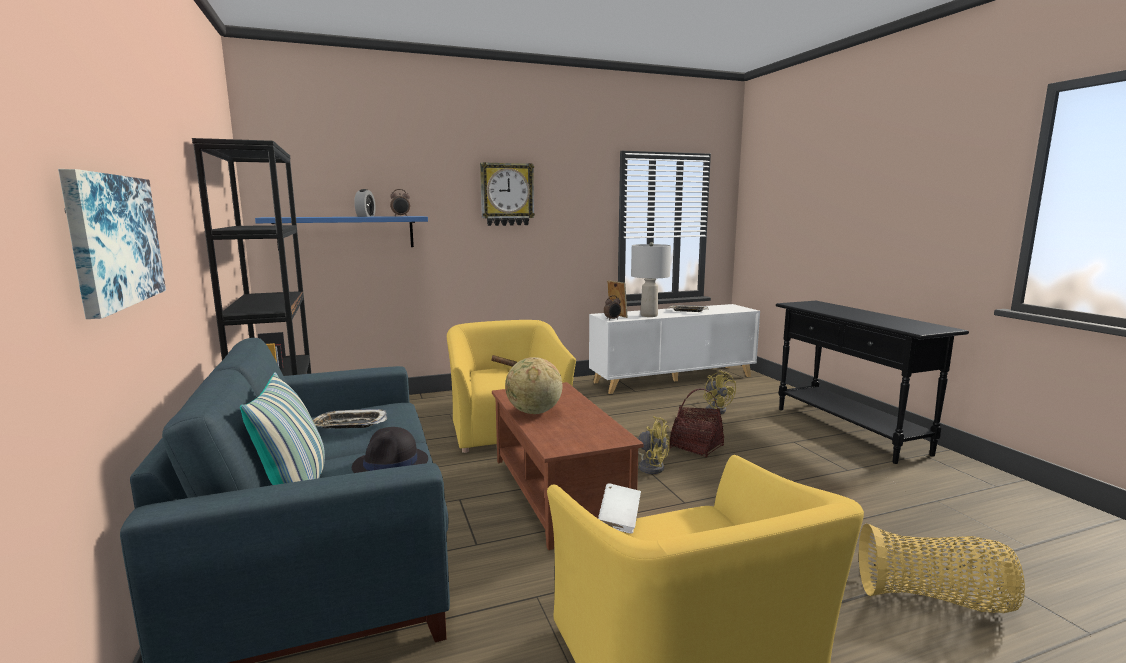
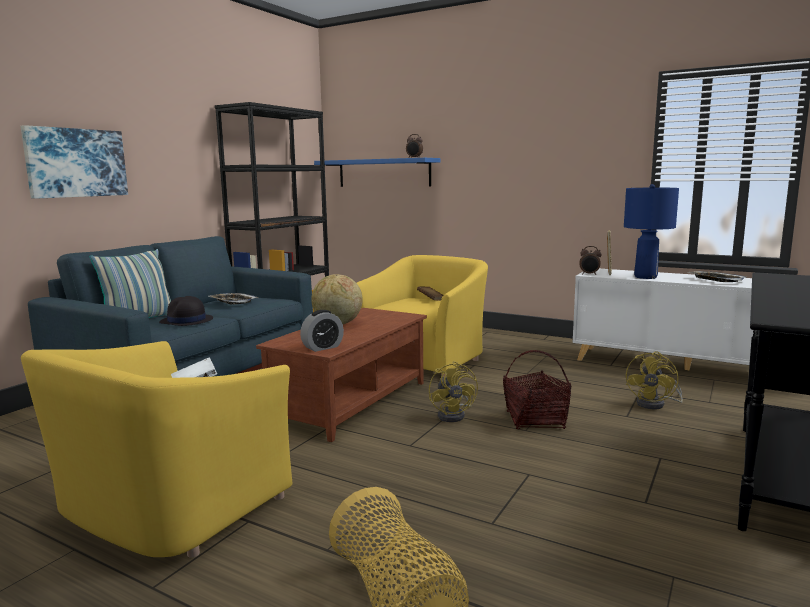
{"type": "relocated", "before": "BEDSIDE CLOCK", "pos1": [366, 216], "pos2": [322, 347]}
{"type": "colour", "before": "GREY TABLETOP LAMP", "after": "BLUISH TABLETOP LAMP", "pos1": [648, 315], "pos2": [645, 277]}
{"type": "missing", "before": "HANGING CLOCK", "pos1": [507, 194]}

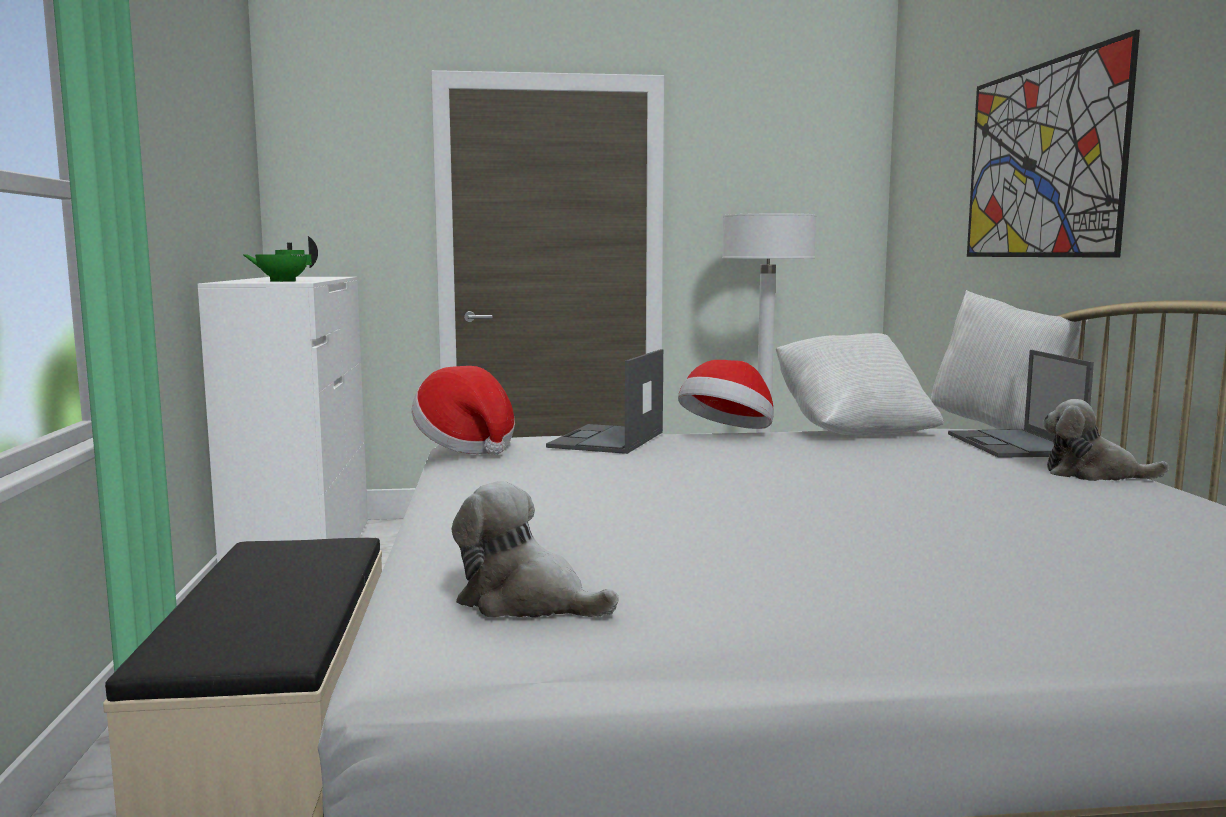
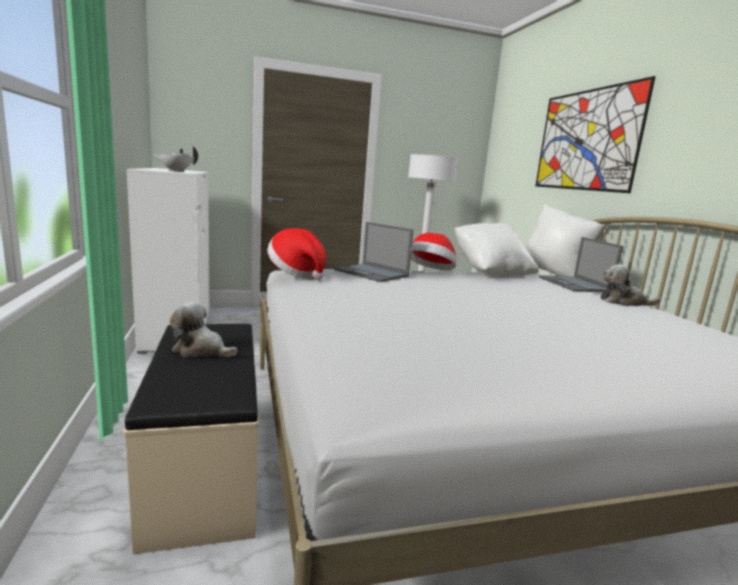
{"type": "colour", "before": "GREENISH TEA POT", "after": "WHITE-COLOURED TEA POT", "pos1": [283, 281], "pos2": [176, 171]}
{"type": "relocated", "before": "PLUSH TOY", "pos1": [526, 602], "pos2": [201, 350]}
{"type": "spun", "before": "NOTEBOOK COMPUTER", "pos1": [607, 440], "pos2": [372, 273], "turn": -60}

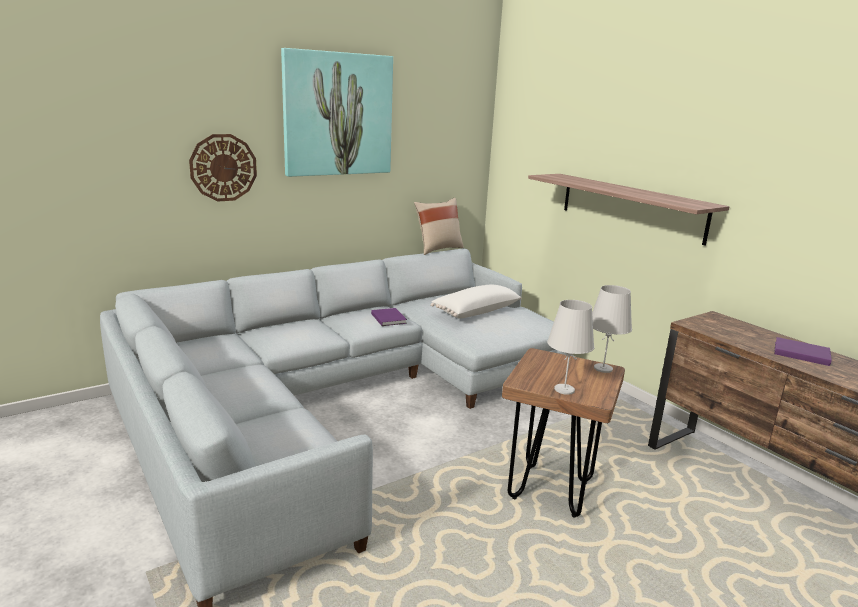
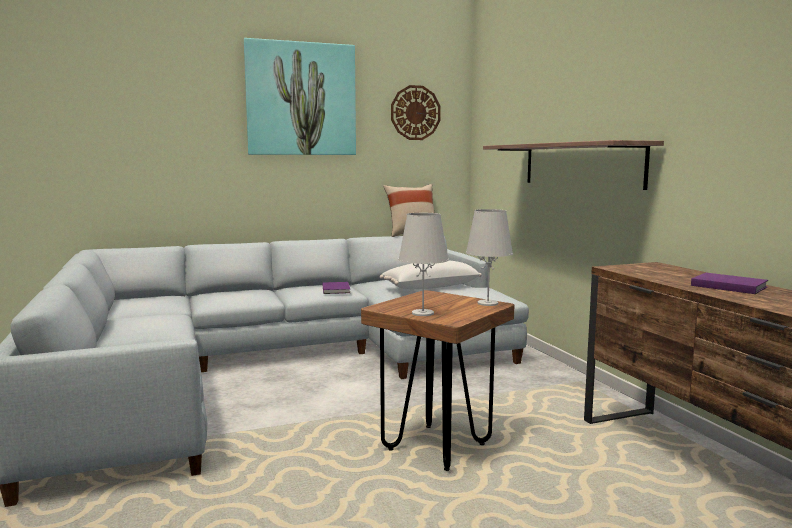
{"type": "relocated", "before": "HANGING CLOCK", "pos1": [223, 167], "pos2": [415, 113]}

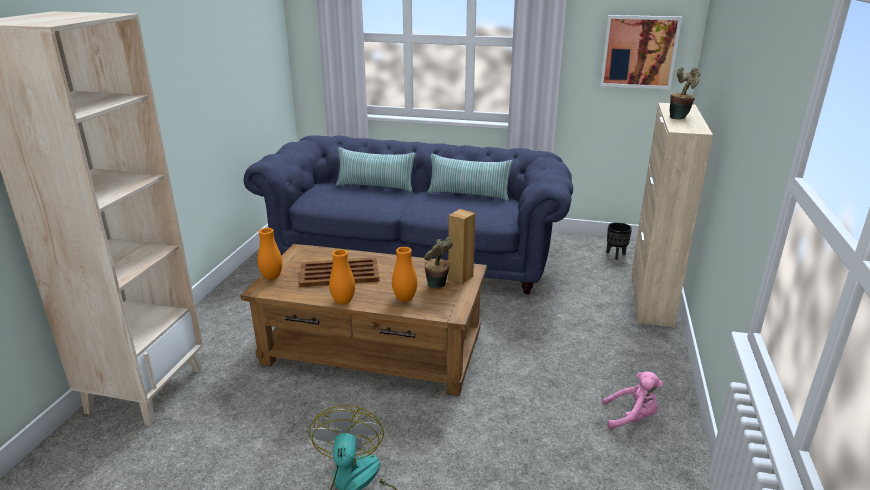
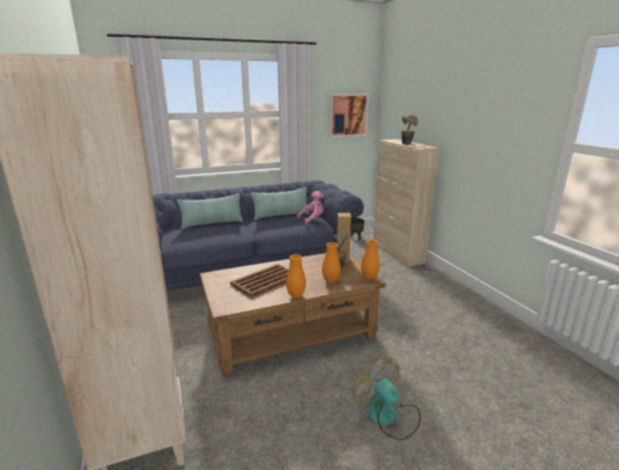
{"type": "relocated", "before": "PINK PLUSH TOY", "pos1": [631, 417], "pos2": [312, 219]}
{"type": "relocated", "before": "ORANGE-COLOURED FLOWER VASE", "pos1": [272, 277], "pos2": [369, 278]}

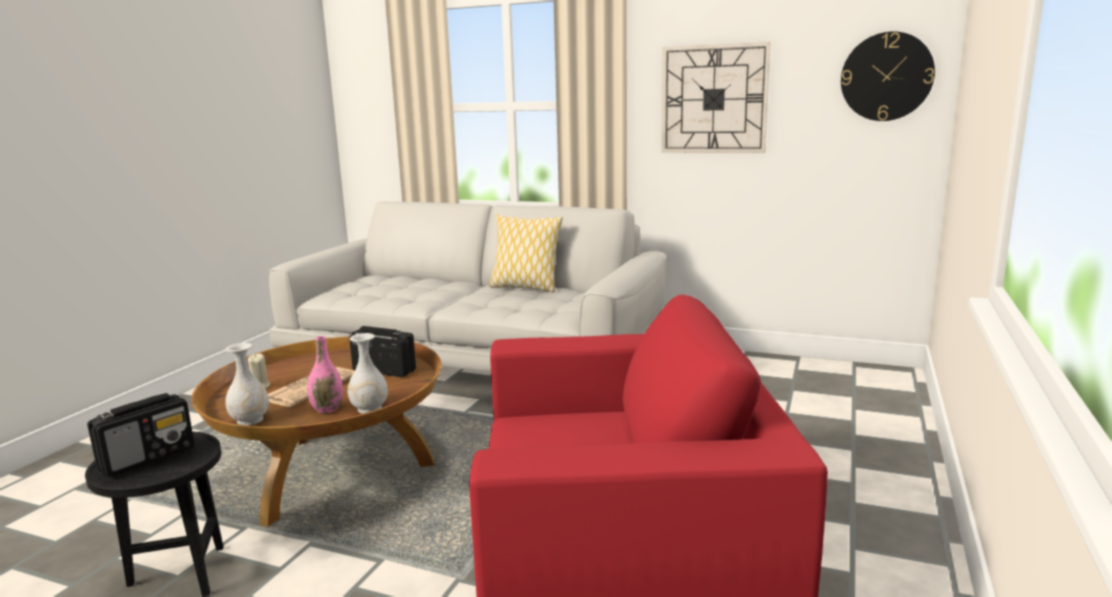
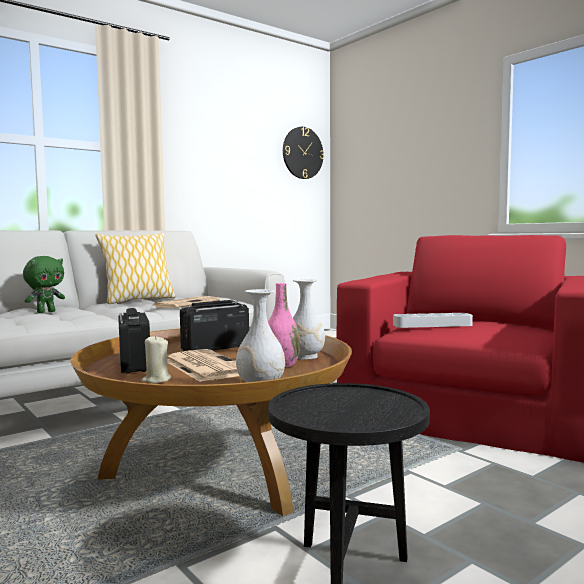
{"type": "appeared", "after": "GREENISH PLUSH TOY", "pos2": [46, 312]}
{"type": "relocated", "before": "RADIO SET", "pos1": [148, 458], "pos2": [134, 364]}
{"type": "appeared", "after": "NEWSPAPER", "pos2": [187, 303]}
{"type": "appeared", "after": "GREY TRAY", "pos2": [432, 325]}
{"type": "missing", "before": "HANGING CLOCK", "pos1": [714, 99]}

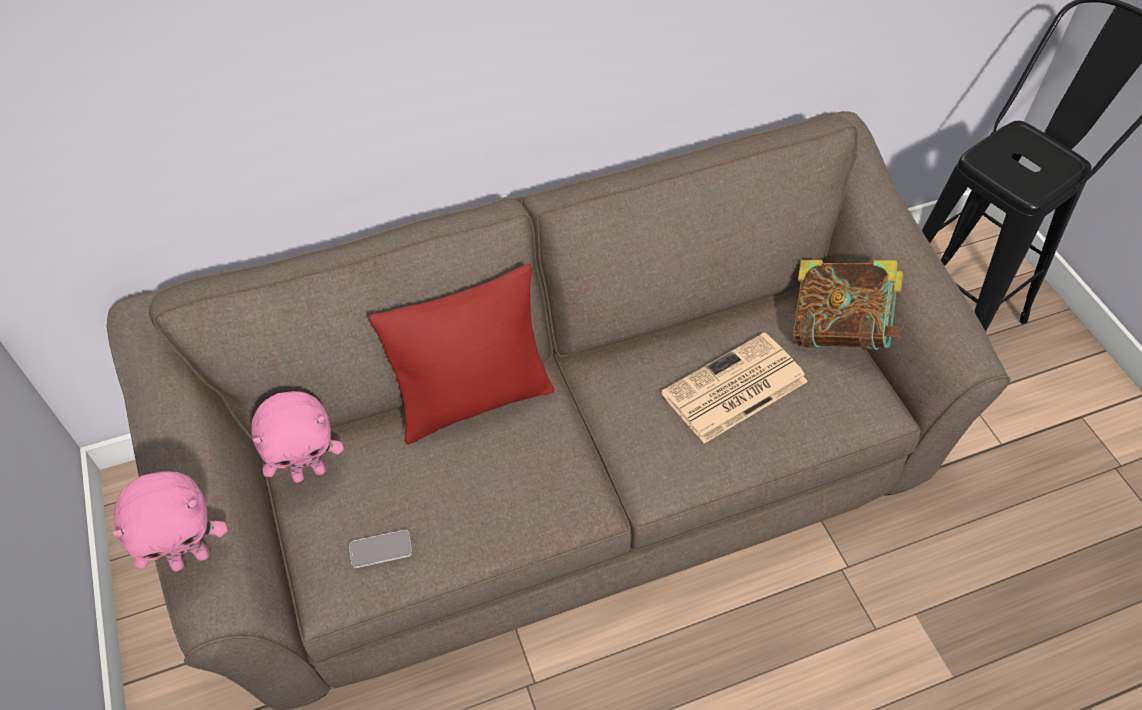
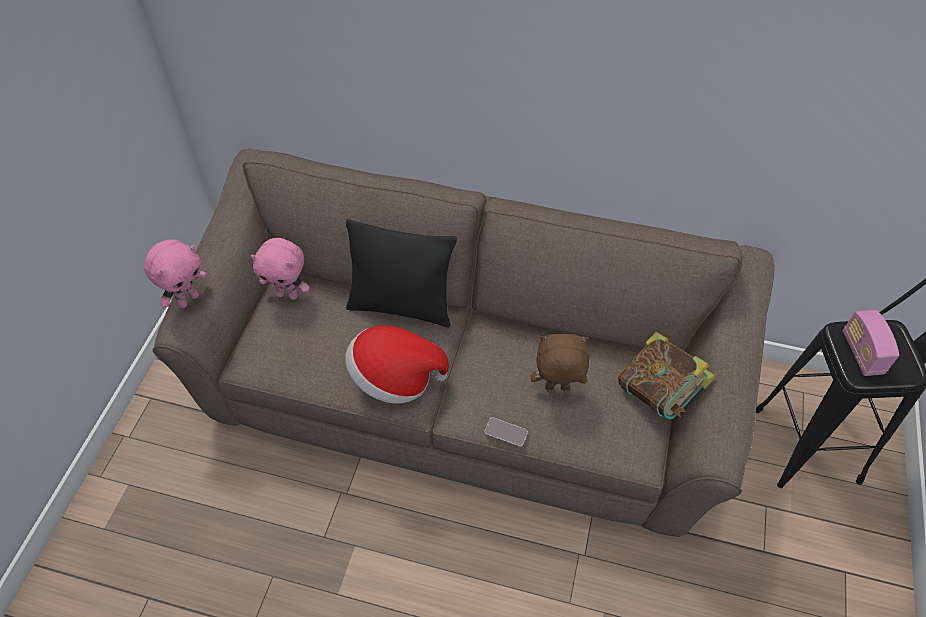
{"type": "spun", "before": "PINK PLUSH TOY", "pos1": [191, 557], "pos2": [188, 299], "turn": -60}
{"type": "appeared", "after": "CLOTHING HAT", "pos2": [395, 378]}
{"type": "colour", "before": "RED-COLOURED CUSHION", "after": "BLACK CUSHION", "pos1": [474, 401], "pos2": [401, 306]}
{"type": "relocated", "before": "PHONE", "pos1": [381, 549], "pos2": [506, 432]}
{"type": "exchanged", "before": "NEWSPAPER", "after": "BROWNISH PLUSH TOY", "pos1": [733, 389], "pos2": [556, 388]}
{"type": "appeared", "after": "RADIO SET", "pos2": [861, 353]}

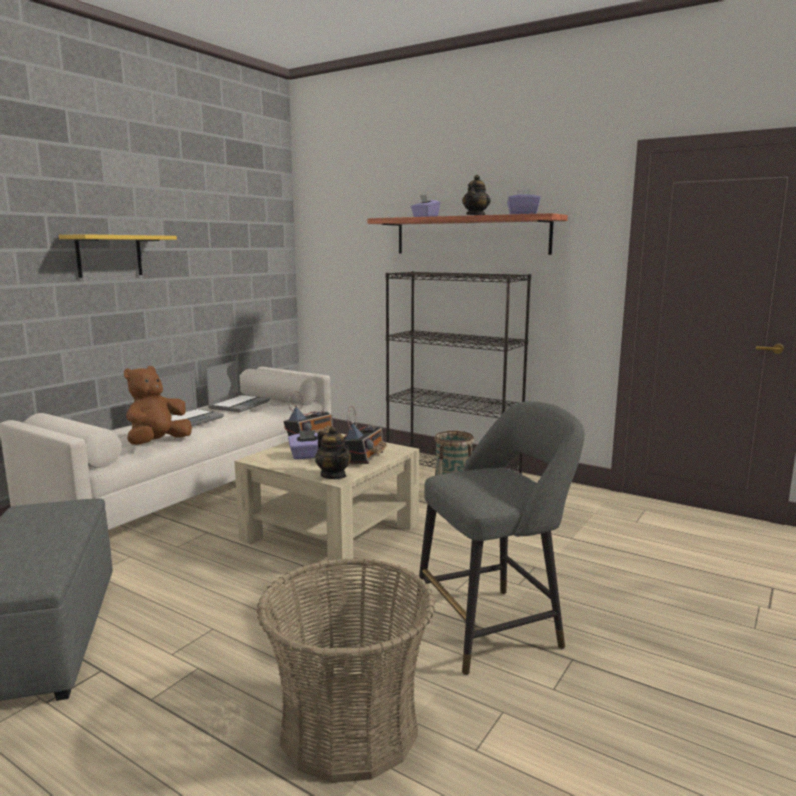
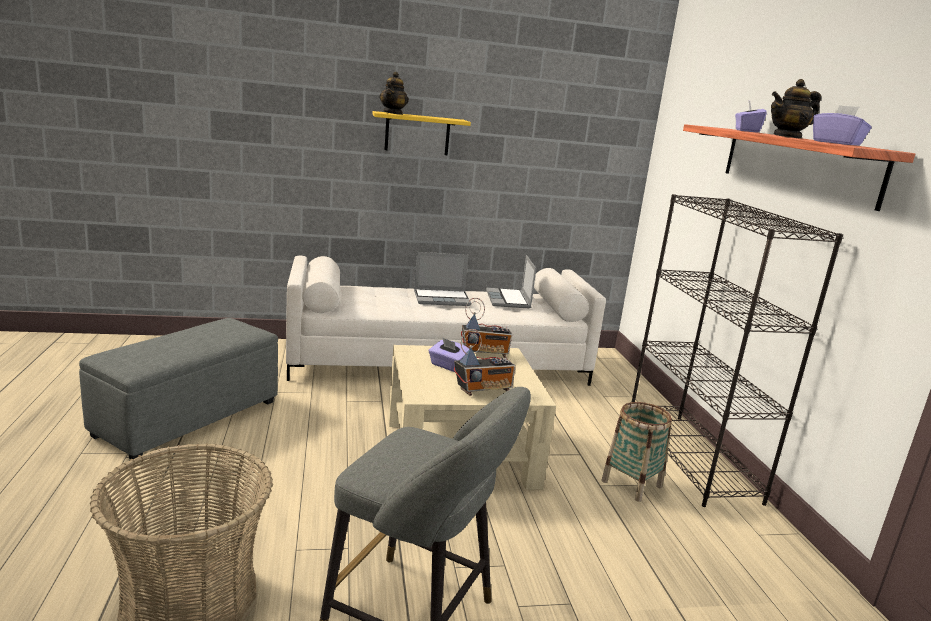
{"type": "relocated", "before": "TEA POT", "pos1": [333, 475], "pos2": [393, 113]}
{"type": "spun", "before": "NOTEBOOK COMPUTER", "pos1": [239, 405], "pos2": [509, 300], "turn": 105}
{"type": "missing", "before": "BROWNISH PLUSH TOY", "pos1": [157, 443]}

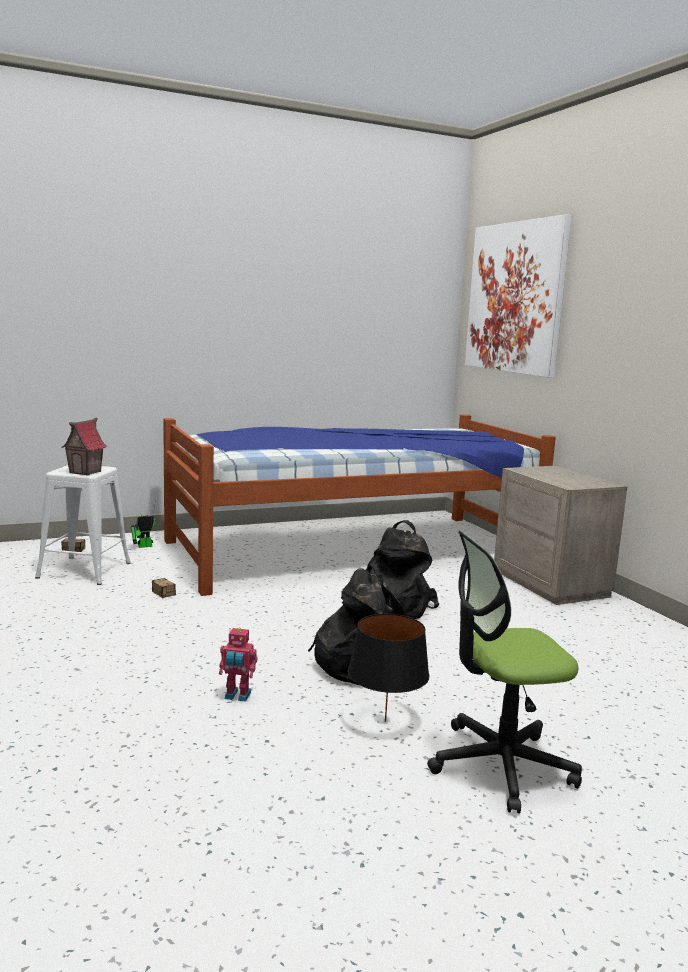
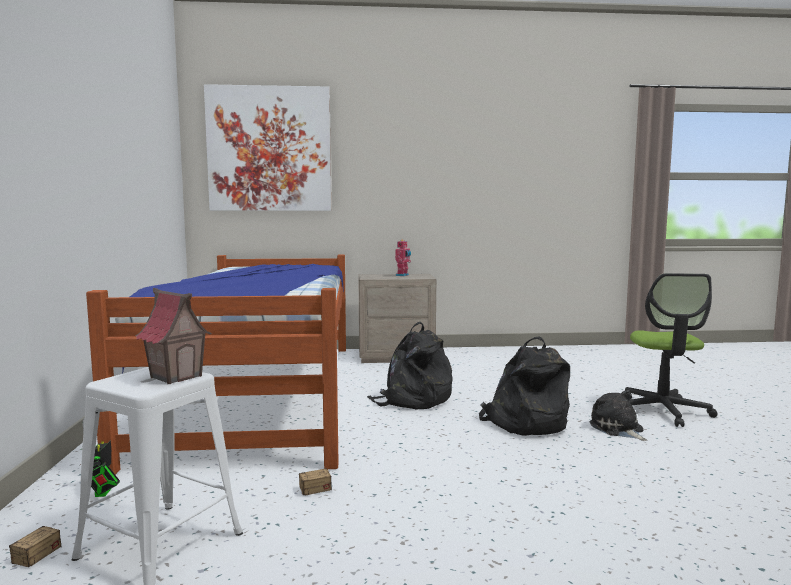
{"type": "relocated", "before": "TOY ROBOT", "pos1": [237, 696], "pos2": [403, 275]}
{"type": "exchanged", "before": "BLACK TABLETOP LAMP", "after": "PLUSH TOY", "pos1": [385, 721], "pos2": [618, 429]}

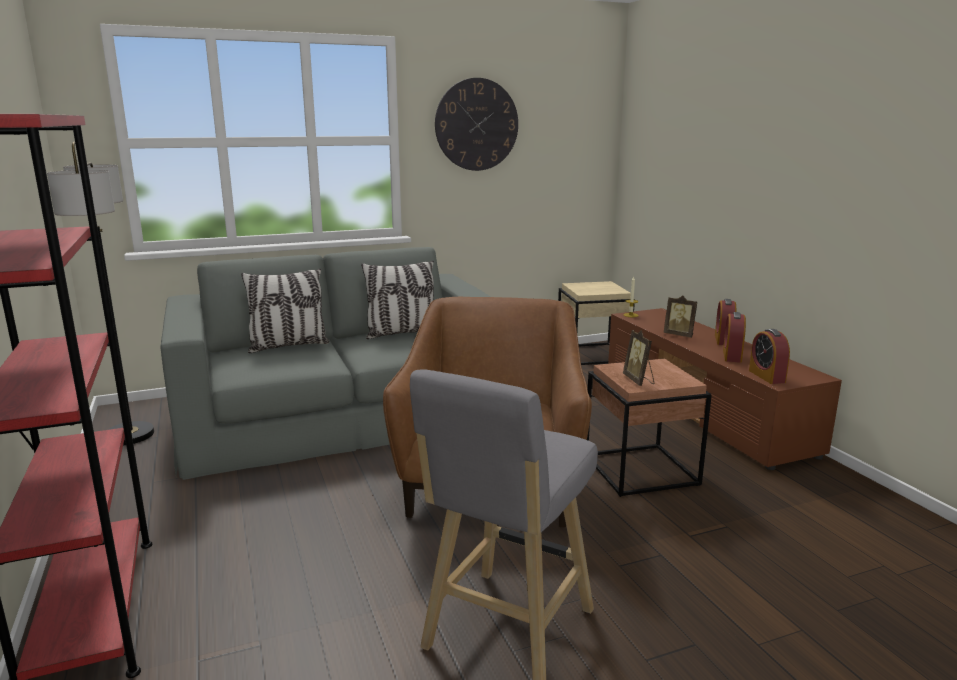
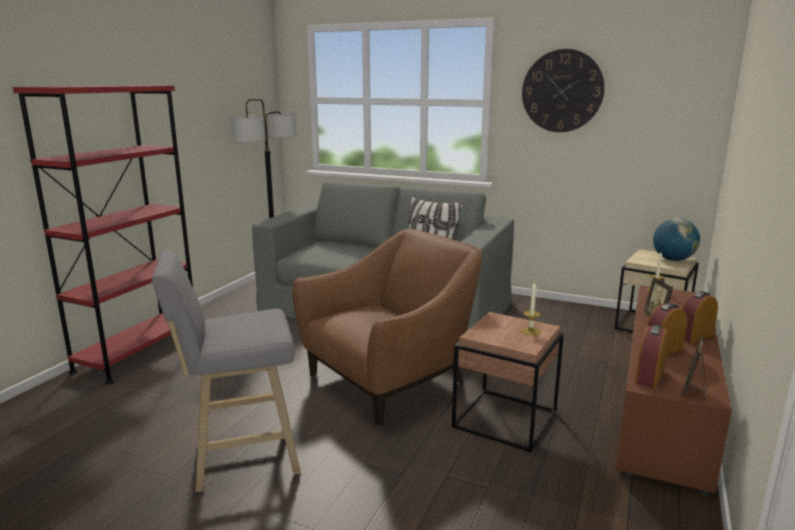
{"type": "appeared", "after": "WAX LIGHT", "pos2": [530, 331]}
{"type": "appeared", "after": "WORLD GLOBE", "pos2": [673, 260]}
{"type": "relocated", "before": "STANDING FRAME", "pos1": [639, 380], "pos2": [694, 391]}
{"type": "missing", "before": "CUSHION", "pos1": [288, 346]}

